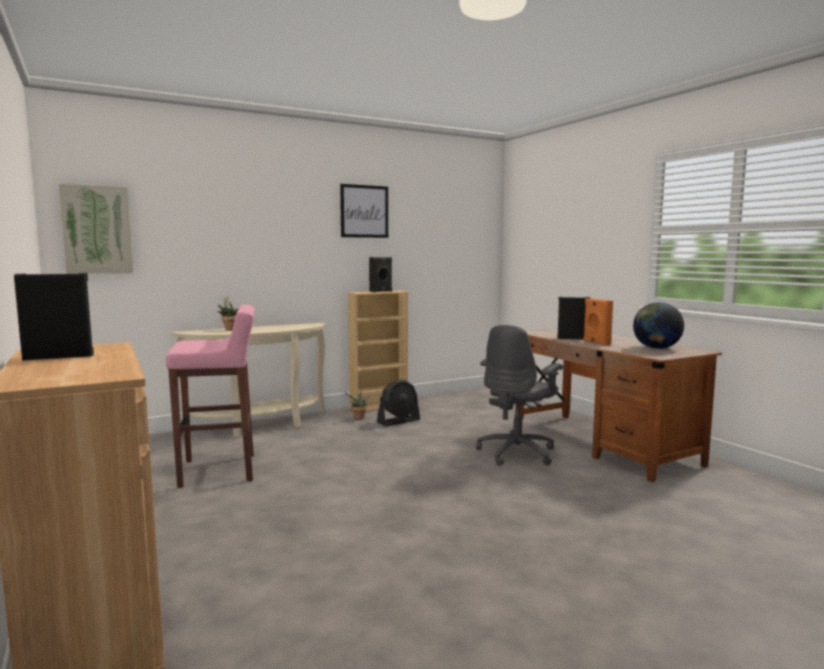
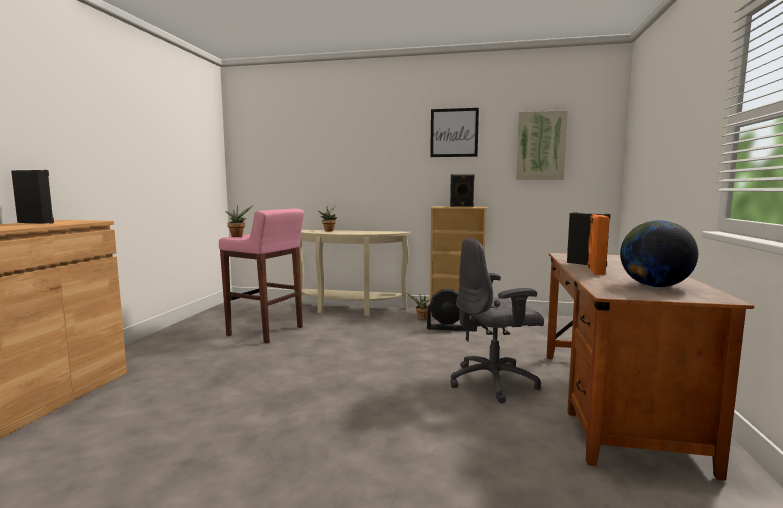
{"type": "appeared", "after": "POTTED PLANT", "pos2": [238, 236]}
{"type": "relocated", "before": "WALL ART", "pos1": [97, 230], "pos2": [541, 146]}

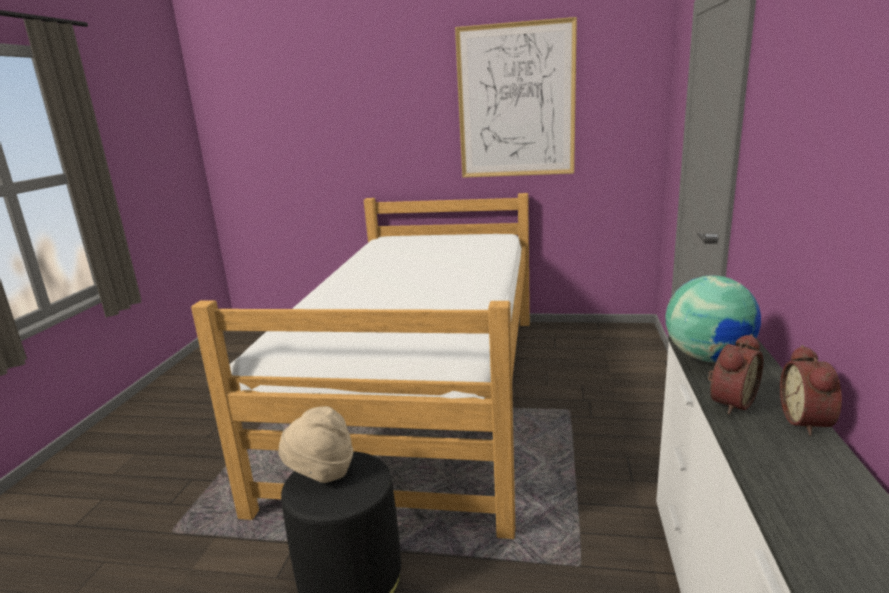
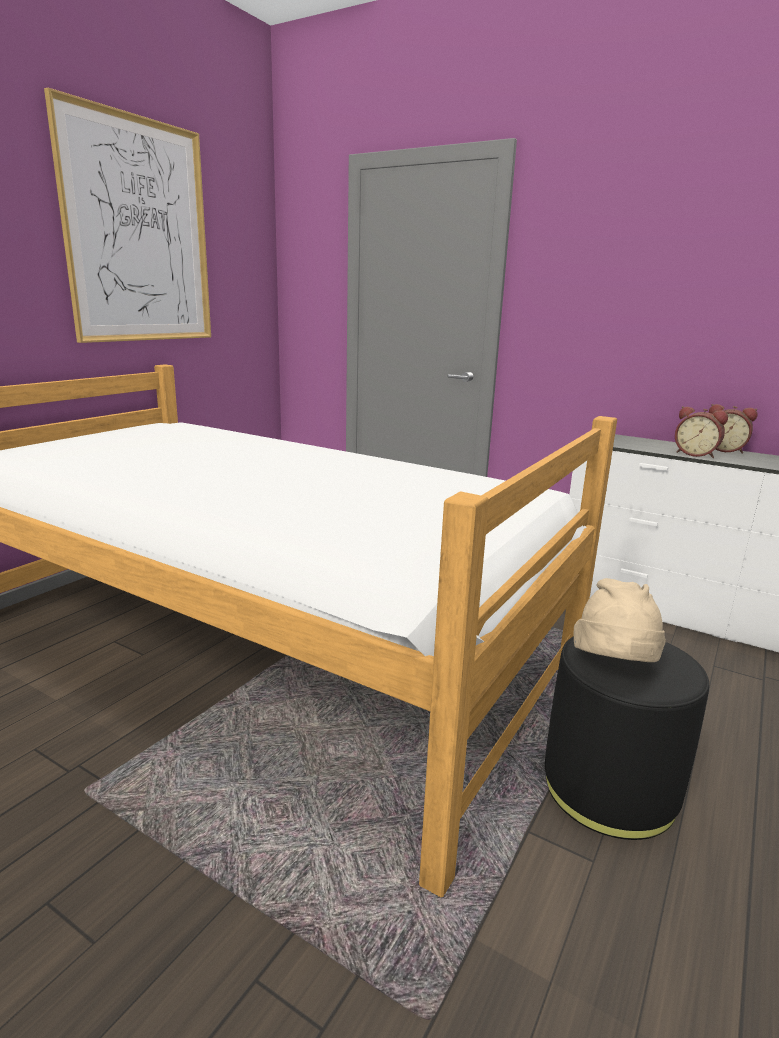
{"type": "spun", "before": "BEDSIDE CLOCK", "pos1": [729, 402], "pos2": [695, 454], "turn": 150}
{"type": "missing", "before": "WORLD GLOBE", "pos1": [707, 357]}

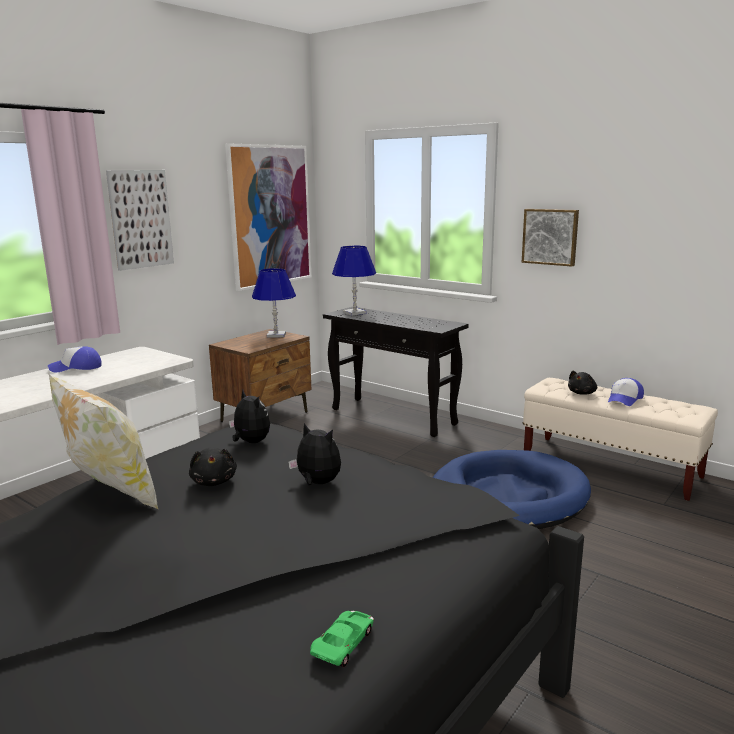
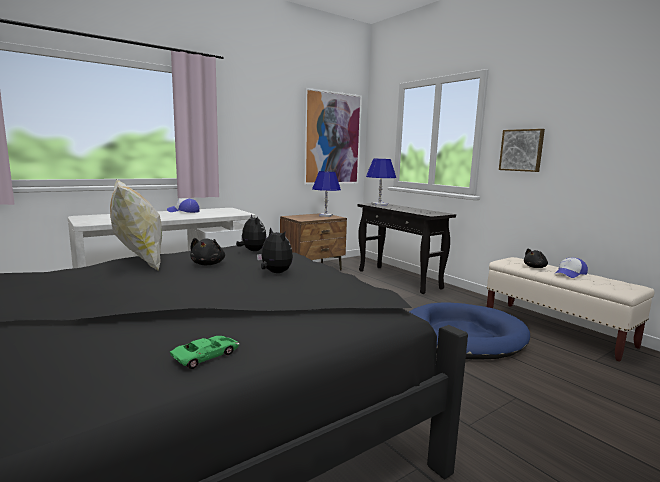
{"type": "missing", "before": "WALL ART", "pos1": [140, 219]}

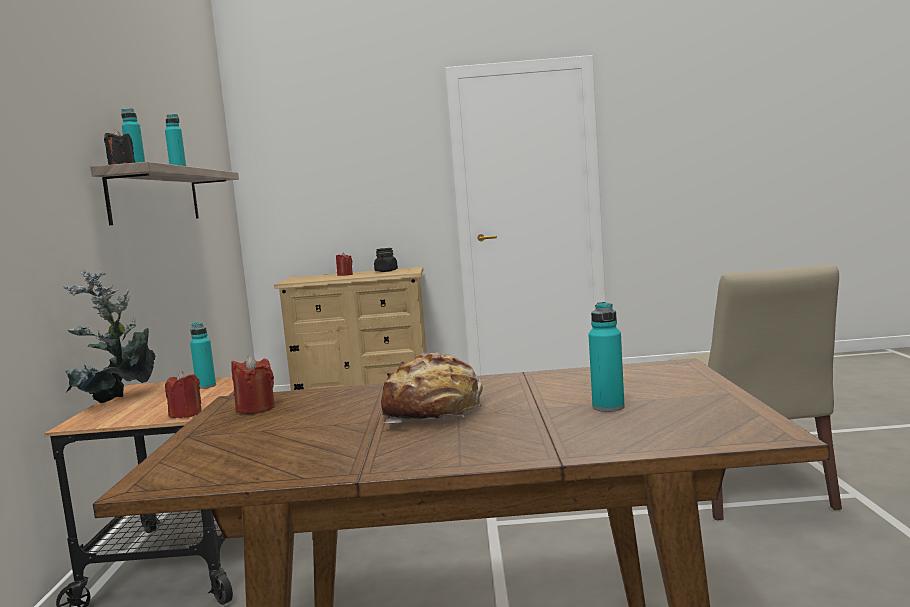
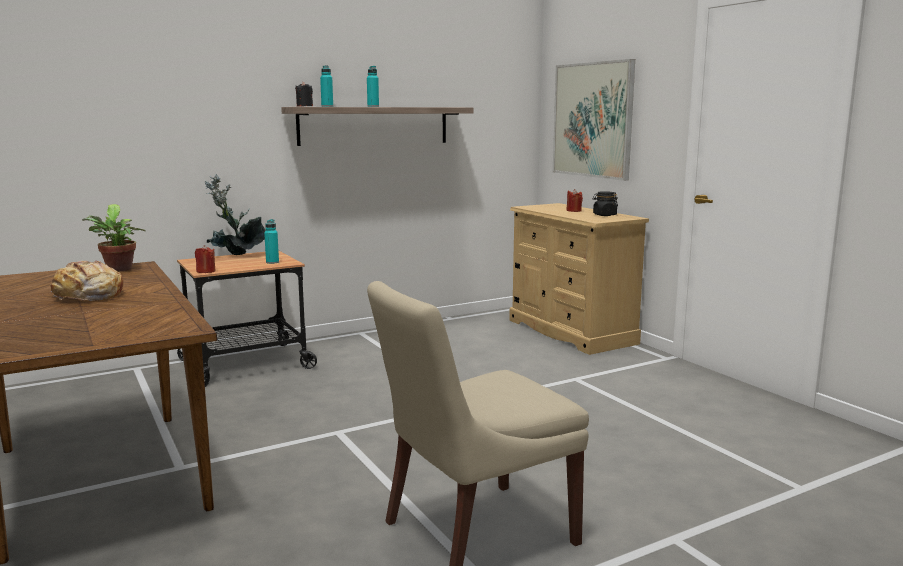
{"type": "exchanged", "before": "RED-COLOURED WAX LIGHT", "after": "POTTED PLANT", "pos1": [255, 408], "pos2": [118, 270]}
{"type": "appeared", "after": "WALL ART", "pos2": [592, 120]}
{"type": "missing", "before": "TURQUOISE BOTTLE", "pos1": [608, 407]}

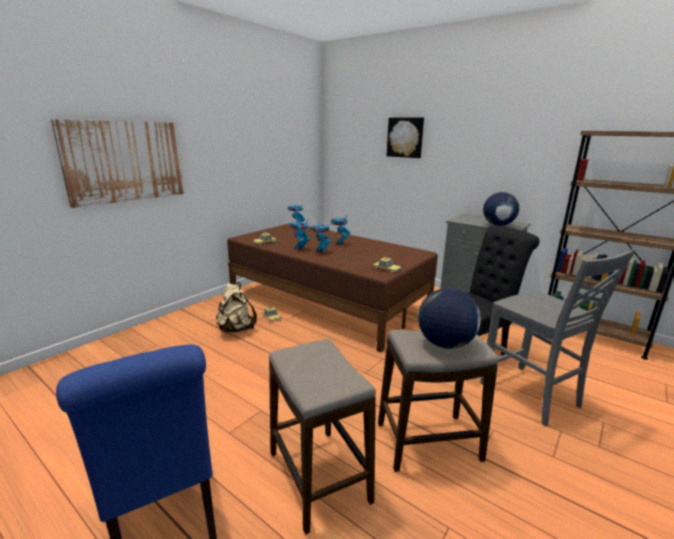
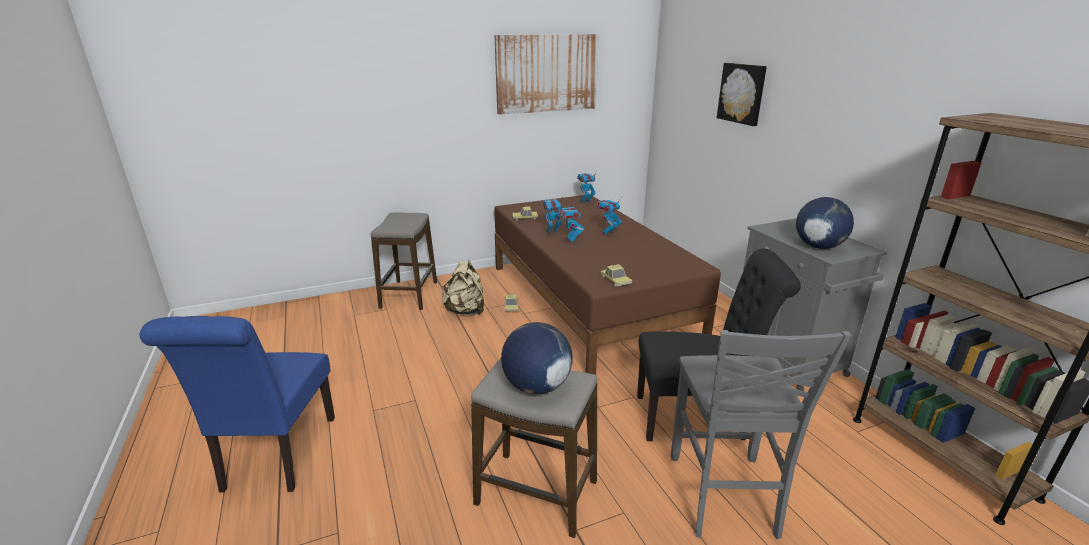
{"type": "relocated", "before": "SITTING STOOL", "pos1": [318, 477], "pos2": [409, 295]}
{"type": "relocated", "before": "WALL ART", "pos1": [126, 161], "pos2": [547, 73]}

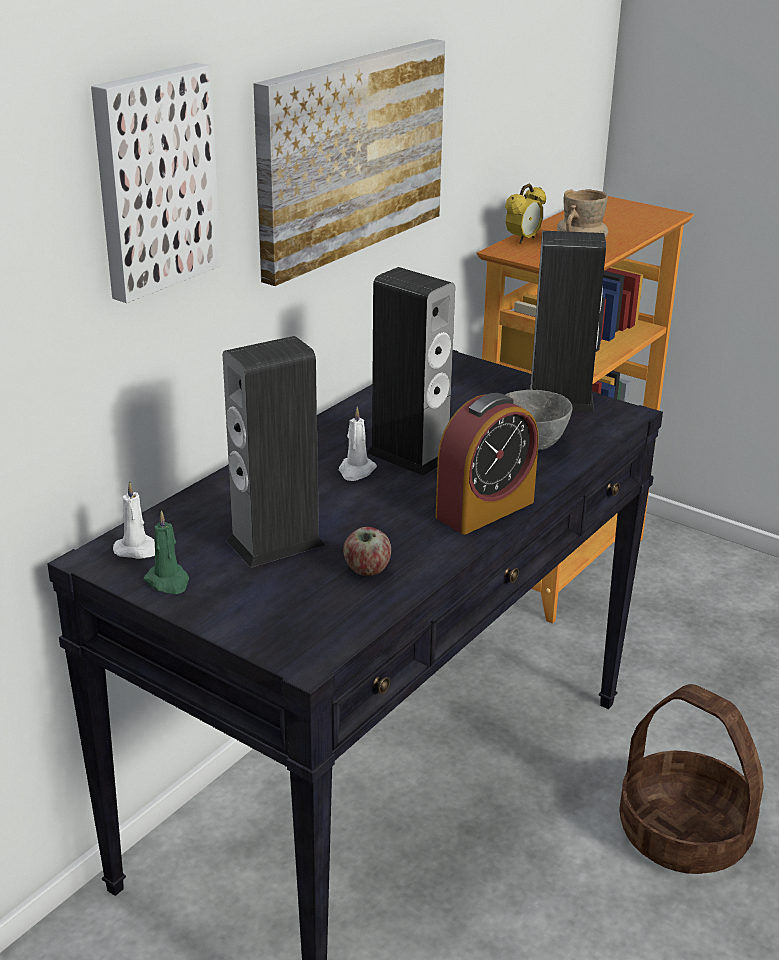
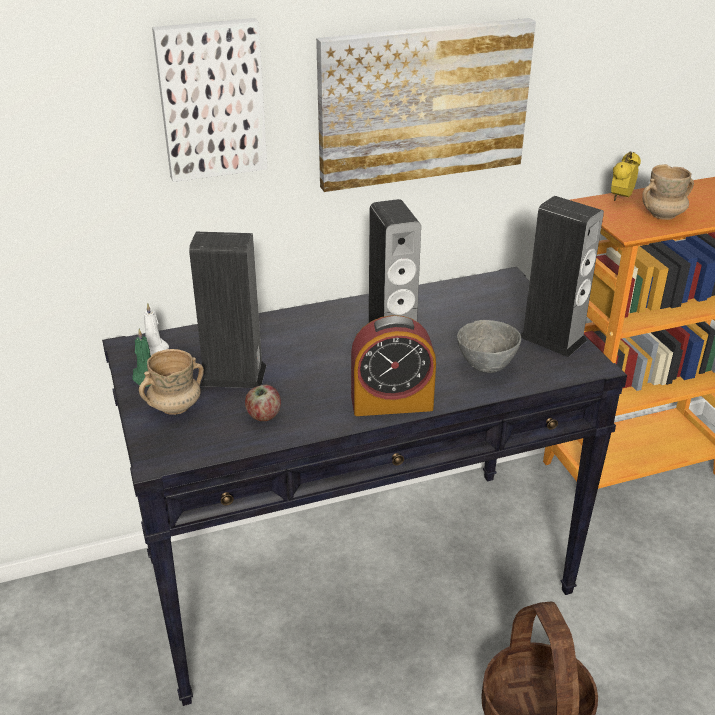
{"type": "appeared", "after": "BEIGE MUG", "pos2": [175, 407]}
{"type": "spun", "before": "BEDSIDE CLOCK", "pos1": [523, 240], "pos2": [621, 198], "turn": 135}
{"type": "missing", "before": "WHITE-COLOURED WAX LIGHT", "pos1": [356, 471]}

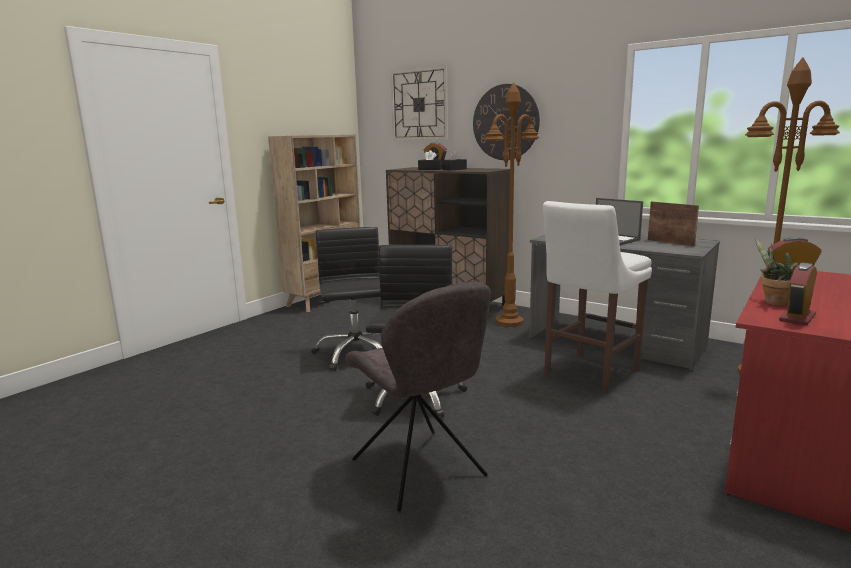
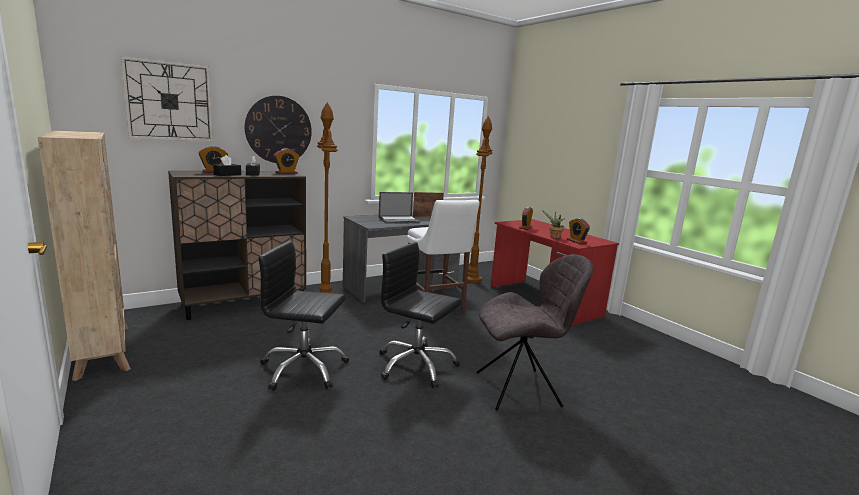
{"type": "appeared", "after": "BEDSIDE CLOCK", "pos2": [286, 173]}

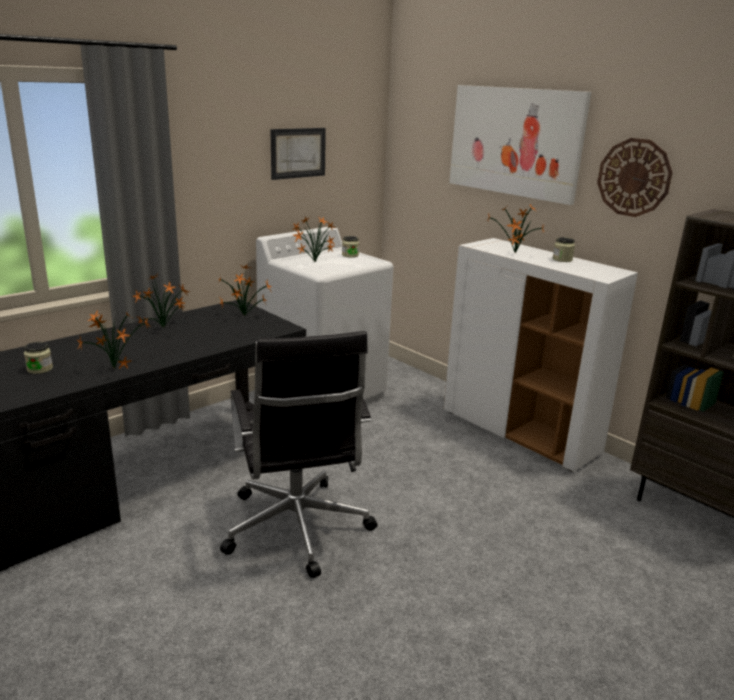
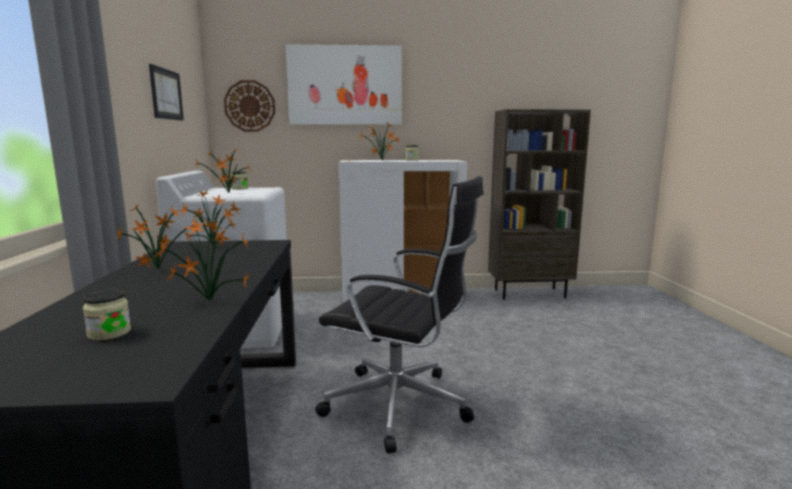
{"type": "relocated", "before": "HANGING CLOCK", "pos1": [634, 177], "pos2": [250, 106]}

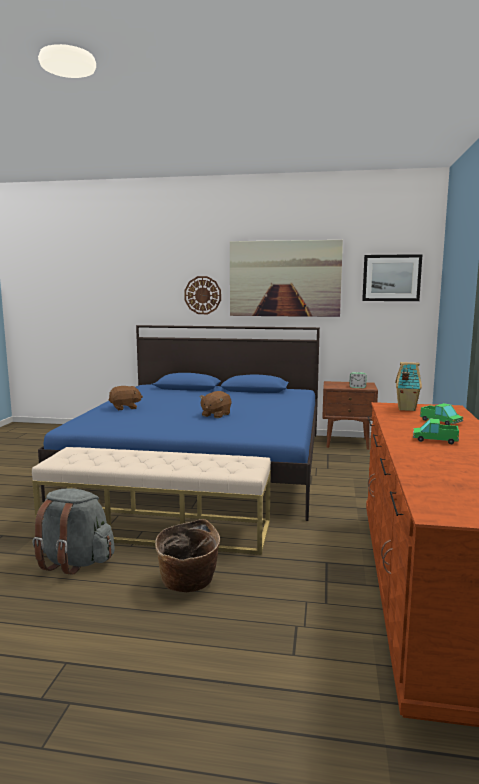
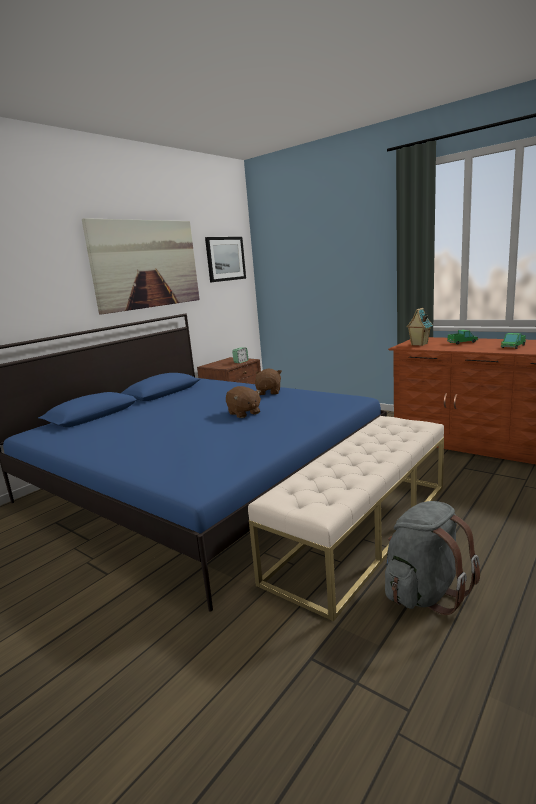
{"type": "relocated", "before": "BROWNISH PLUSH TOY", "pos1": [125, 408], "pos2": [269, 392]}
{"type": "missing", "before": "HOUSEHOLD BASKET", "pos1": [188, 584]}
{"type": "missing", "before": "HANGING CLOCK", "pos1": [202, 295]}

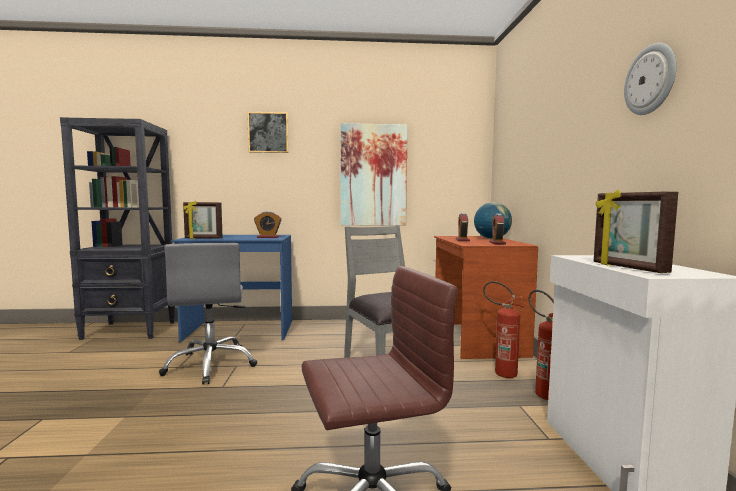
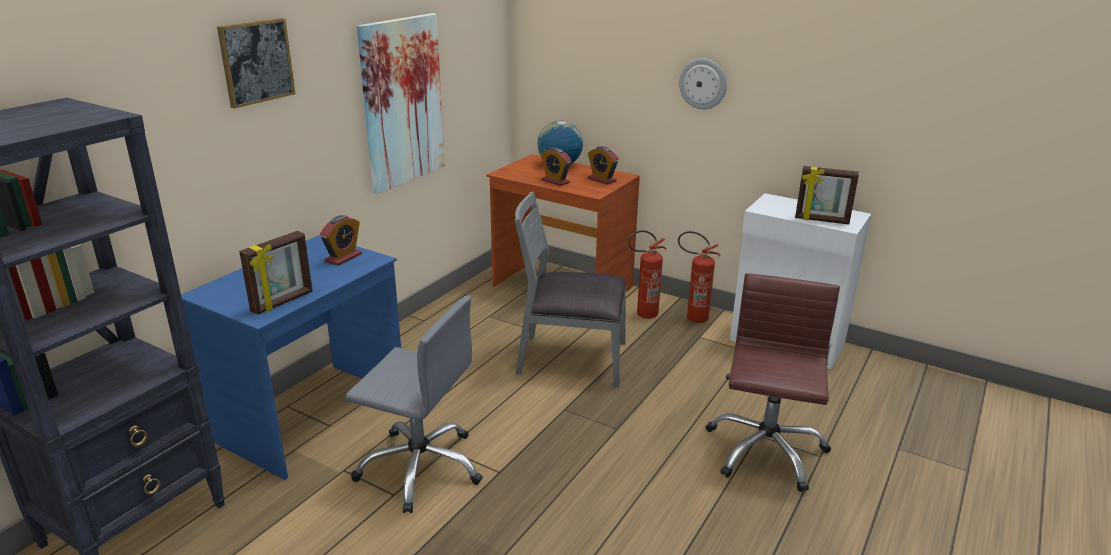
{"type": "relocated", "before": "HANGING CLOCK", "pos1": [650, 80], "pos2": [703, 84]}

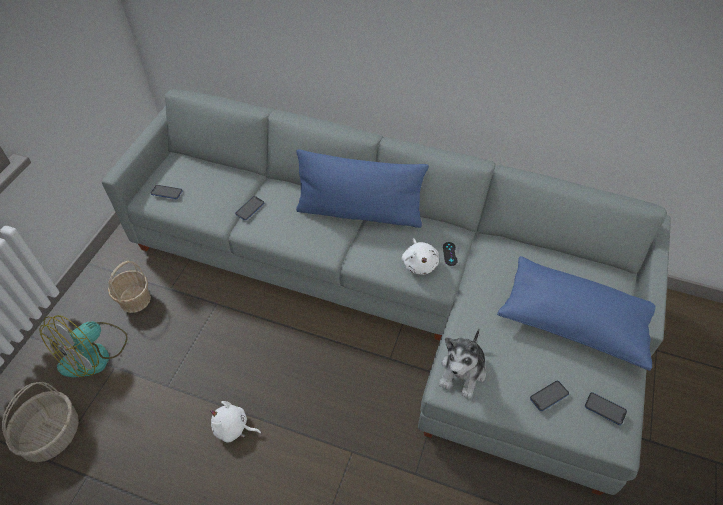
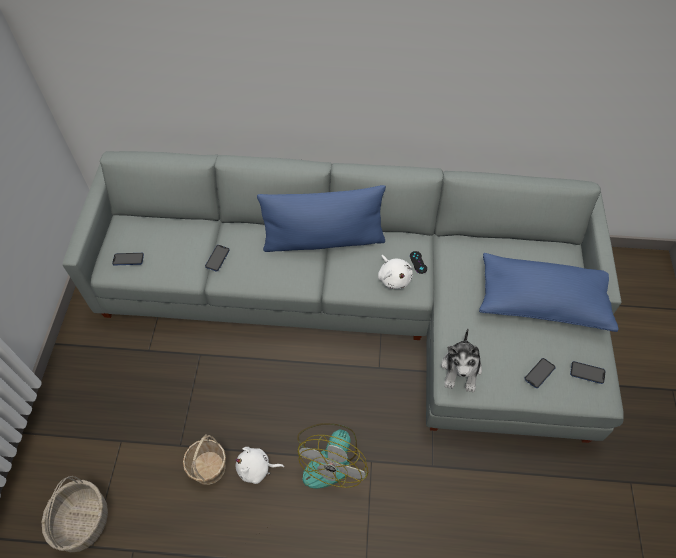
{"type": "relocated", "before": "HOUSEHOLD BASKET", "pos1": [134, 300], "pos2": [208, 468]}
{"type": "relocated", "before": "ELECTRIC FAN", "pos1": [94, 353], "pos2": [331, 458]}

